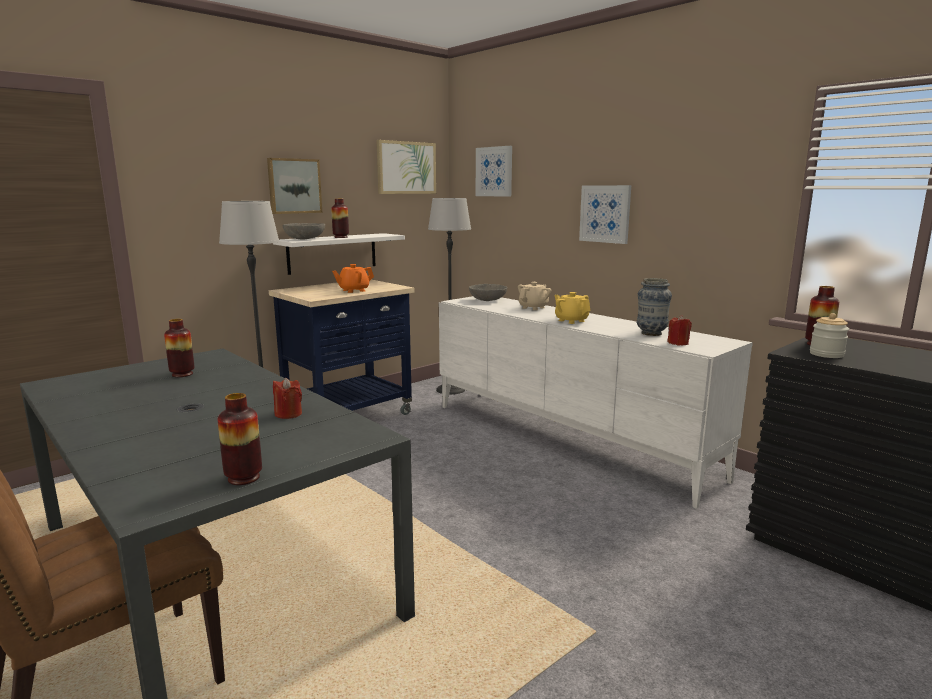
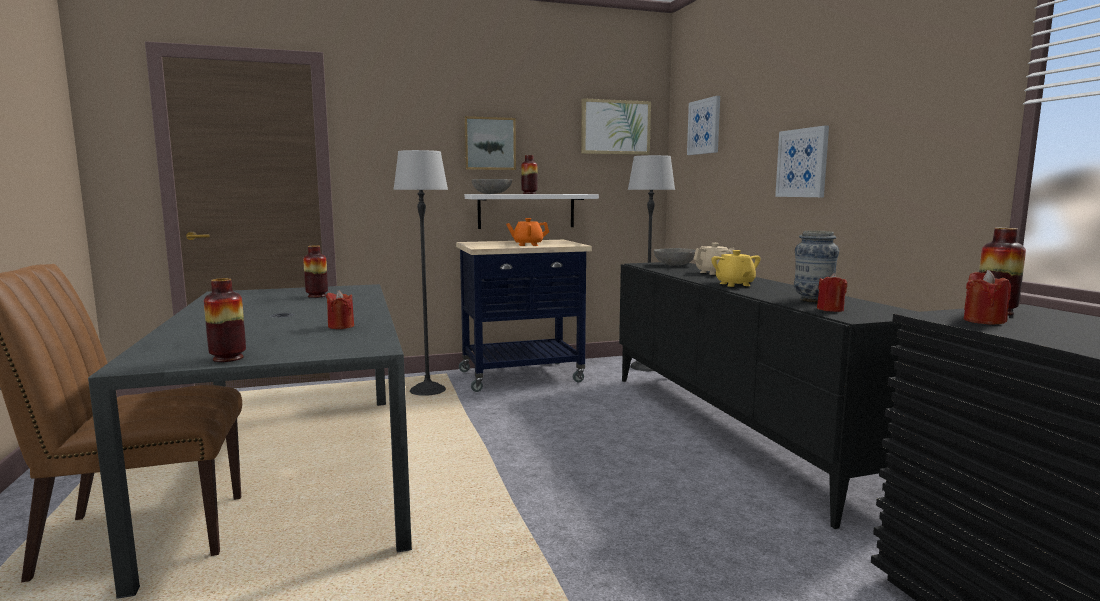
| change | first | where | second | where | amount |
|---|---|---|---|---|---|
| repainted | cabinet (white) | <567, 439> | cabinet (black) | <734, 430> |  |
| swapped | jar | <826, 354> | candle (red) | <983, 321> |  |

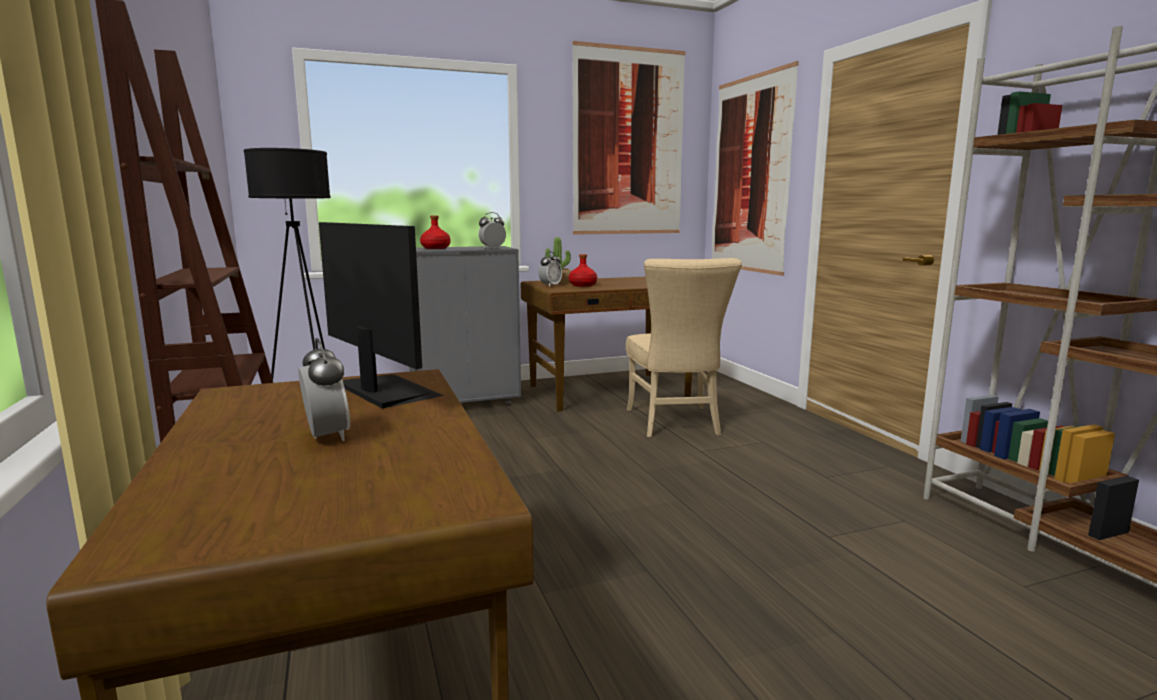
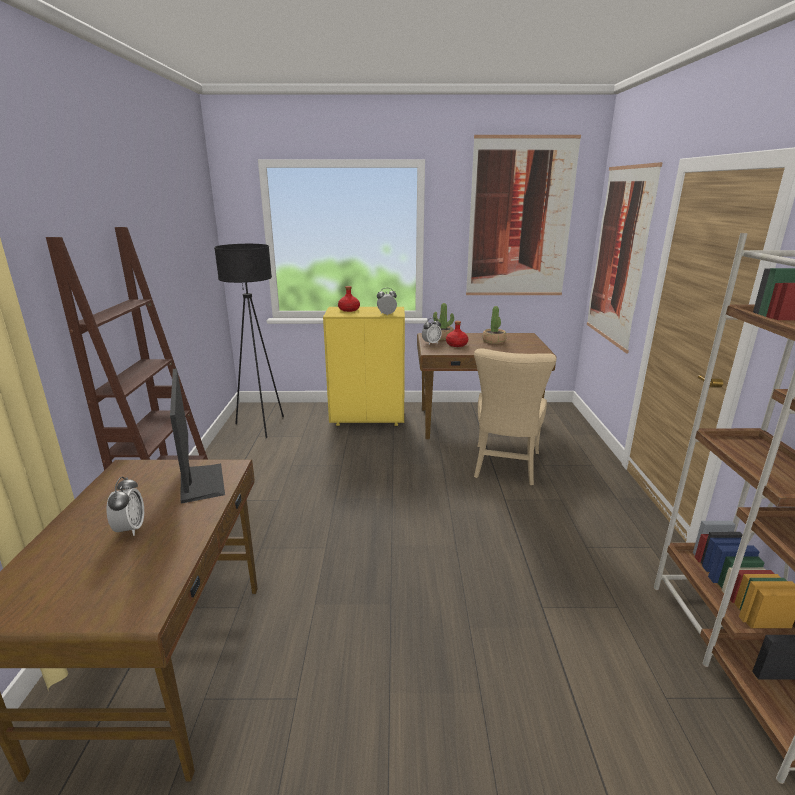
| change | first | where | second | where | amount |
|---|---|---|---|---|---|
| repainted | cabinet (grey) | <466, 401> | cabinet (yellow) | <368, 419> |  |
| new |  |  | potted plant | <494, 341> |  |

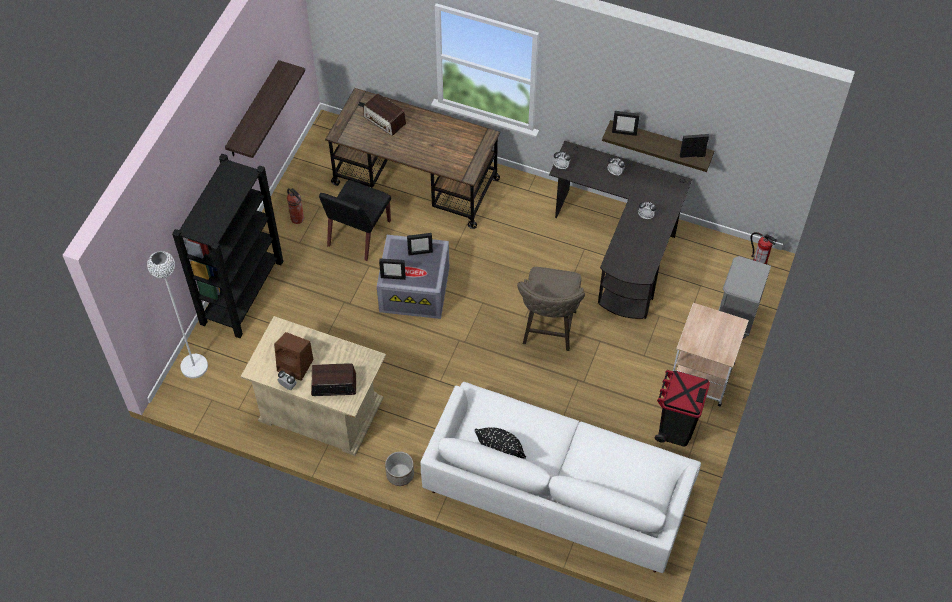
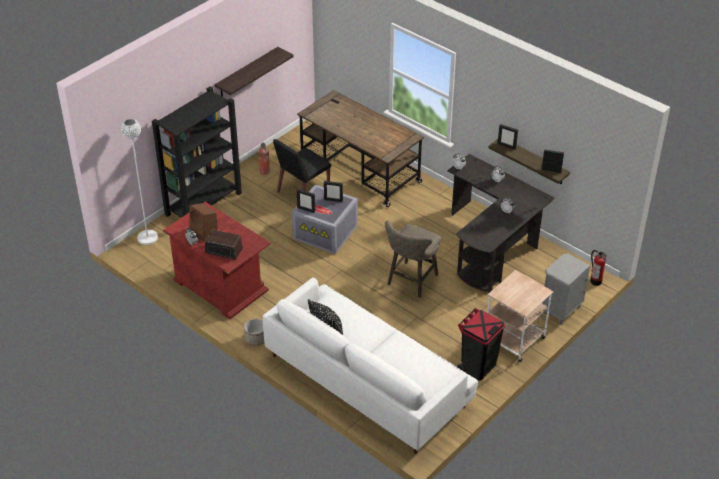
| change | first | where | second | where | amount |
|---|---|---|---|---|---|
| repainted | cabinet (beige) | <321, 408> | cabinet (red) | <221, 285> |  |
| gone | radio | <385, 120> |  |  |  |

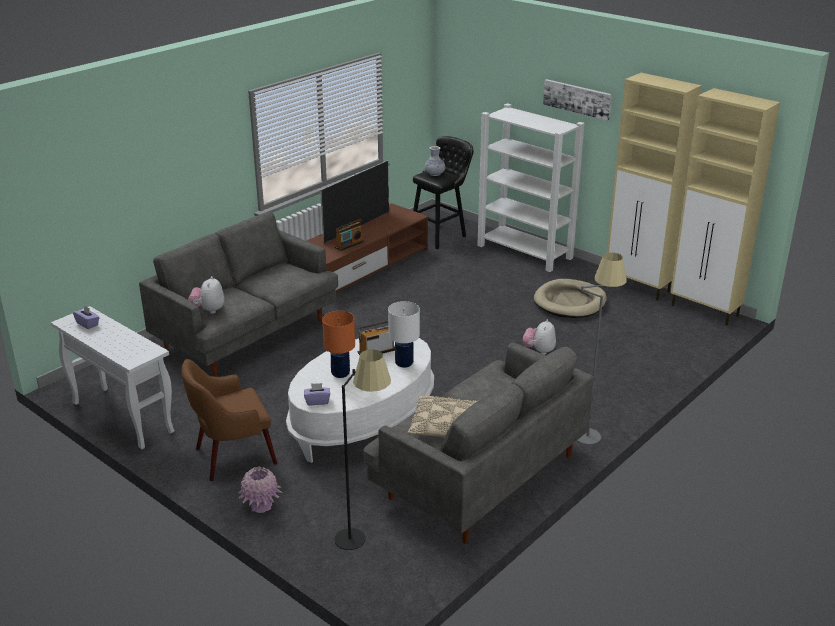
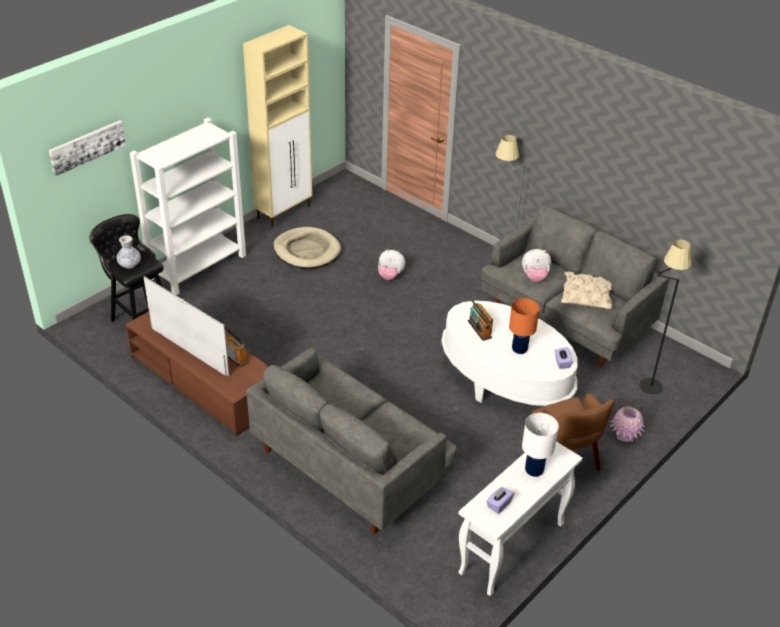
| change | first | where | second | where | amount |
|---|---|---|---|---|---|
| shifted | picture | <577, 99> |  | <87, 147> |  |
| shifted | plush toy | <208, 310> |  | <534, 277> |  |
| shifted | table lamp (white) | <404, 364> |  | <534, 471> |  |
| gone | cabinet (beige) | <705, 311> |  |  |  |

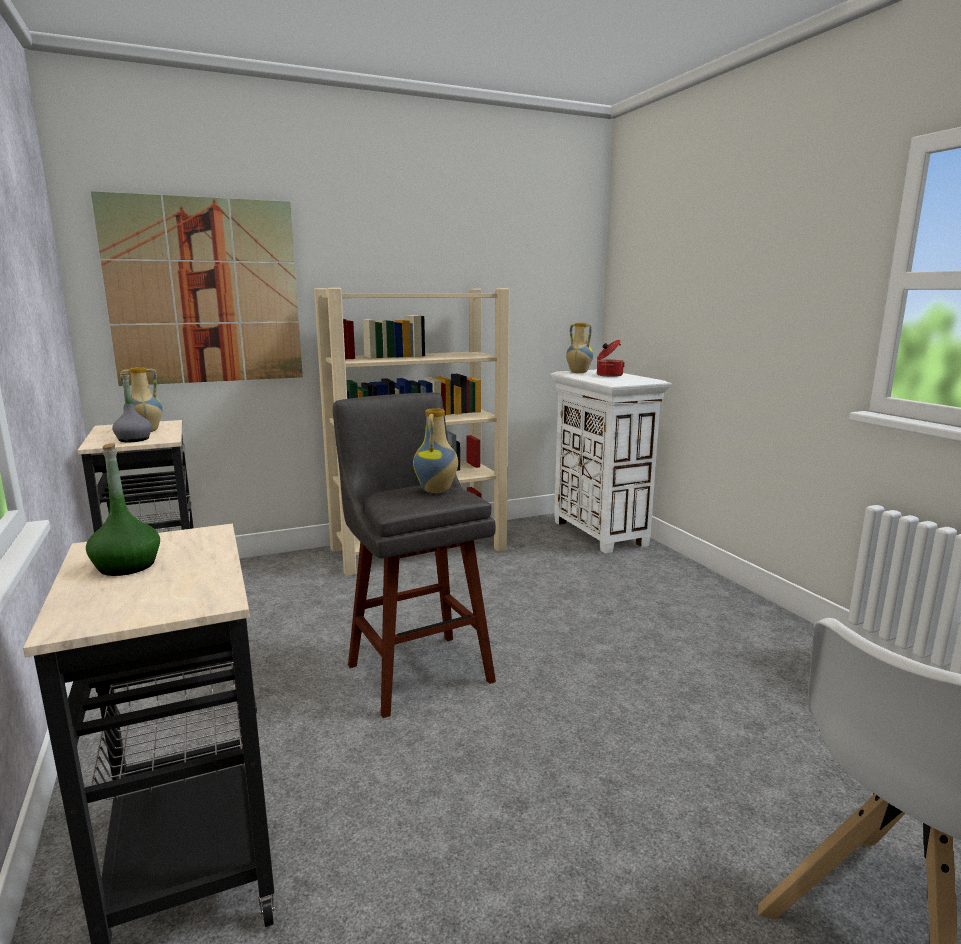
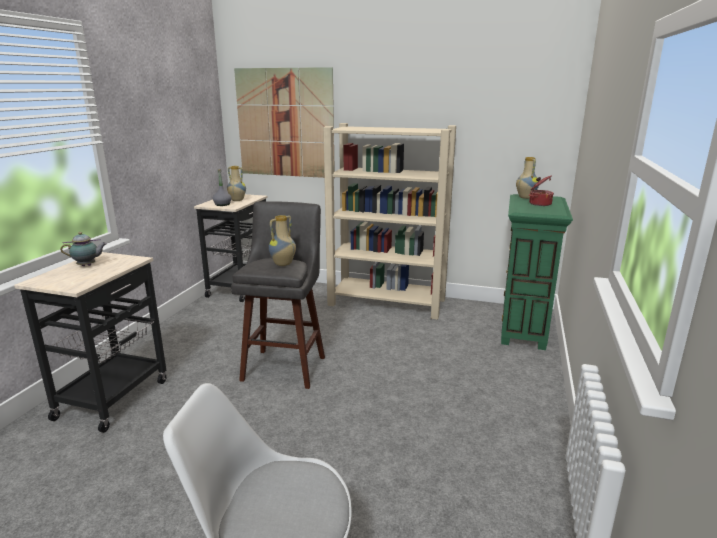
| change | first | where | second | where | amount |
|---|---|---|---|---|---|
| swapped | bottle (green) | <127, 566> | teapot | <88, 265> |  |
| repainted | cabinet (white) | <601, 533> | cabinet (green) | <524, 330> |  |

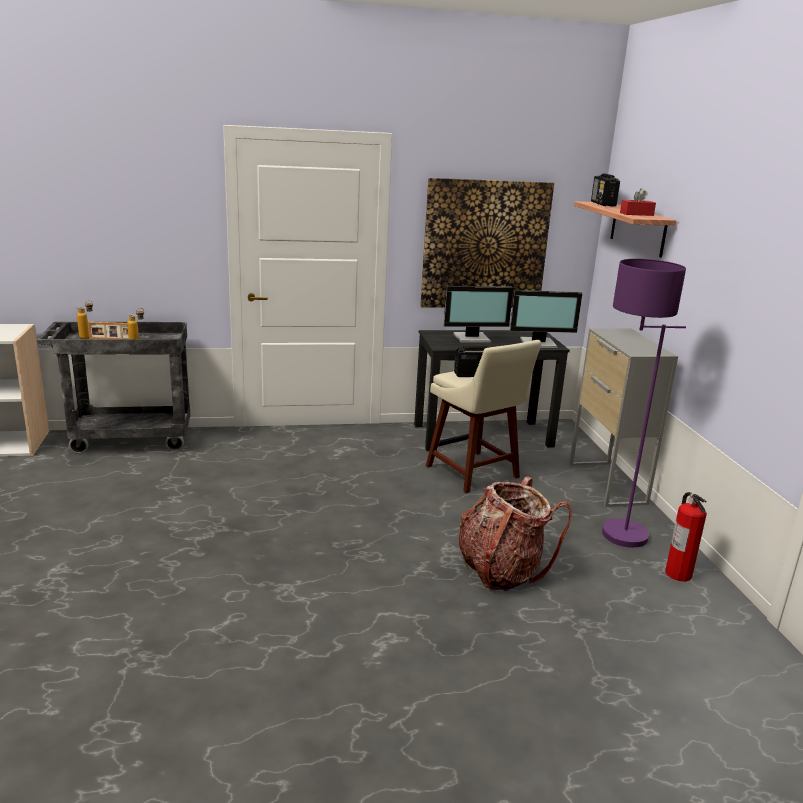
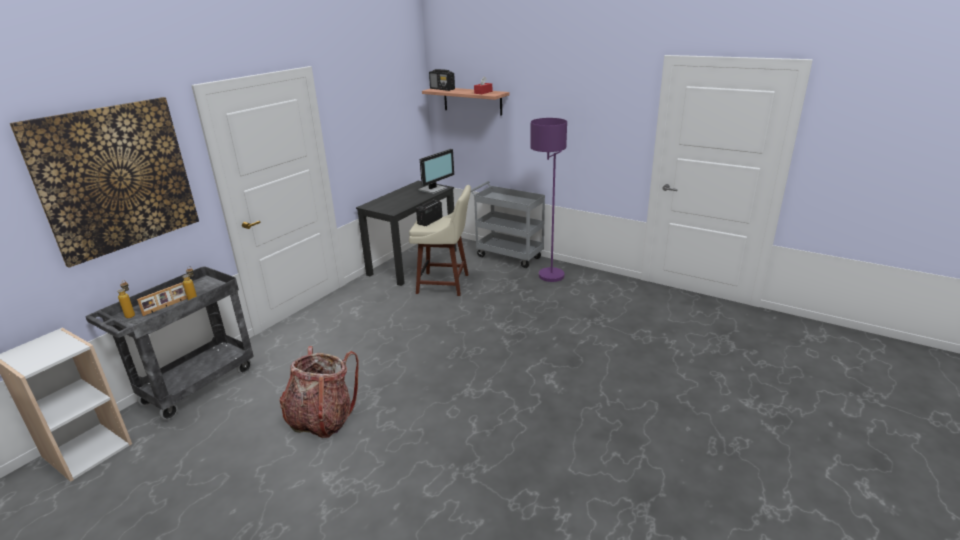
| change | first | where | second | where | amount |
|---|---|---|---|---|---|
| shifted | picture | <485, 245> |  | <116, 178> |  |
| shifted | backpack | <501, 570> |  | <322, 419> |  |
| swapped | cabinet (grey) | <606, 484> | cart (grey) | <507, 257> |  |
| gone | monitor | <472, 338> |  |  |  |
| gone | fire extinguisher | <678, 573> |  |  |  |

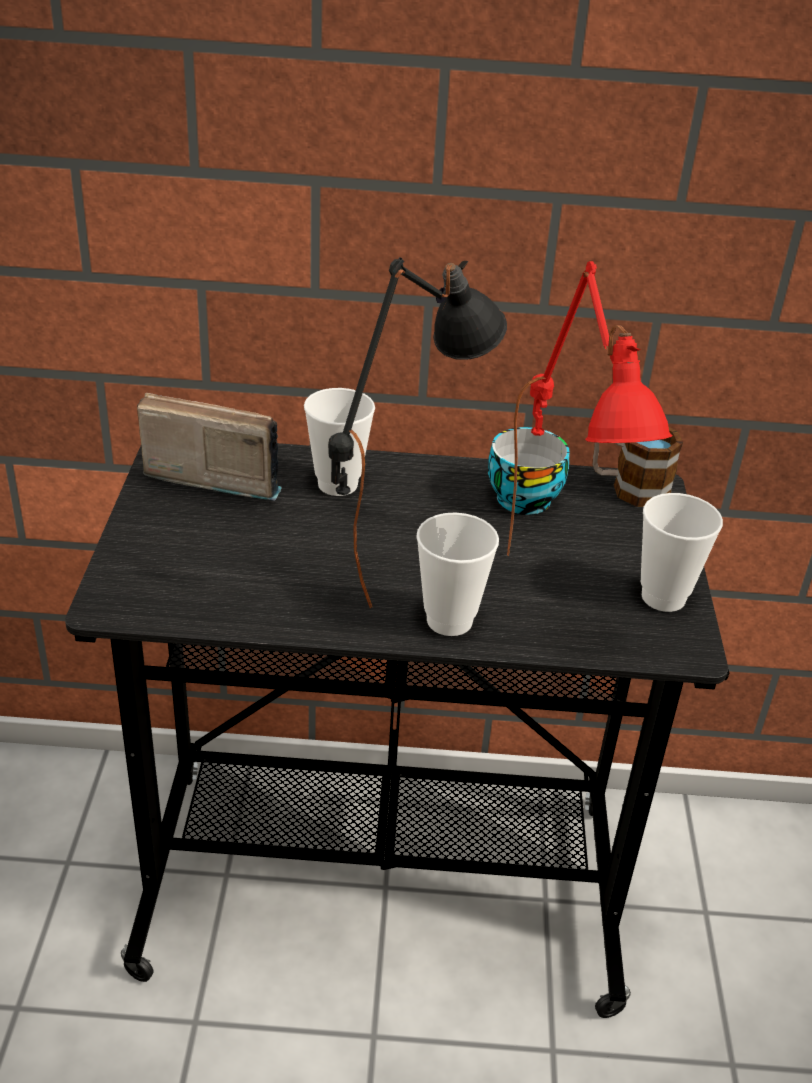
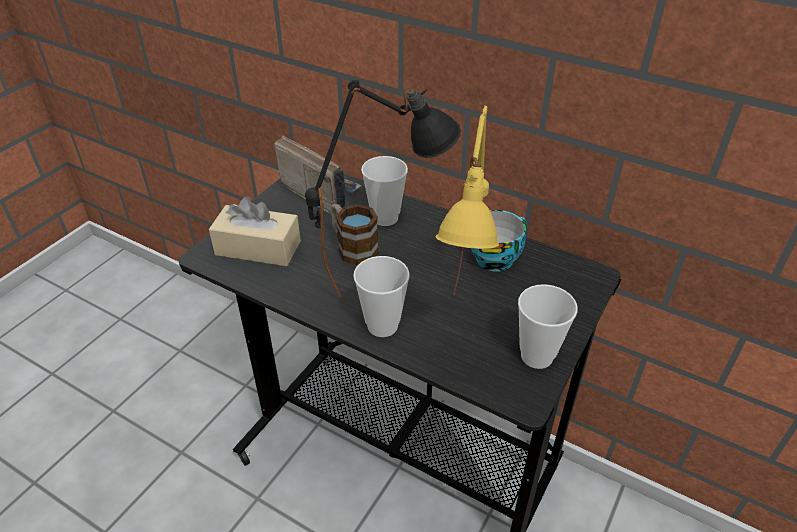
| change | first | where | second | where | amount |
|---|---|---|---|---|---|
| new |  |  | tissue box (beige) | <258, 248> |  |
| shifted | mug | <628, 488> |  | <352, 247> |  |
| repainted | table lamp (red) | <558, 597> | table lamp (yellow) | <464, 333> |  |

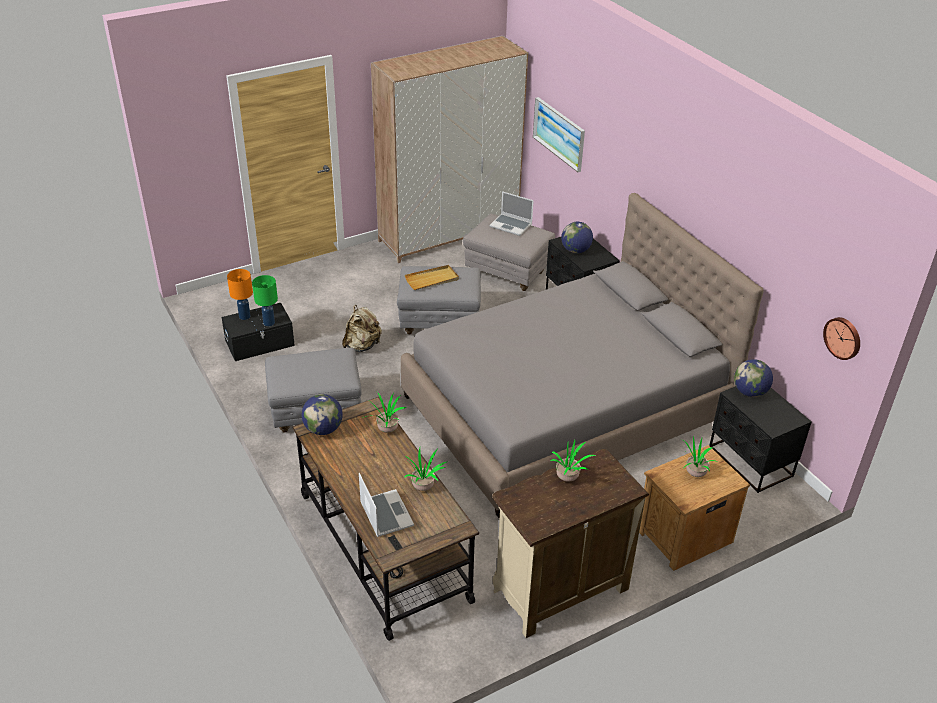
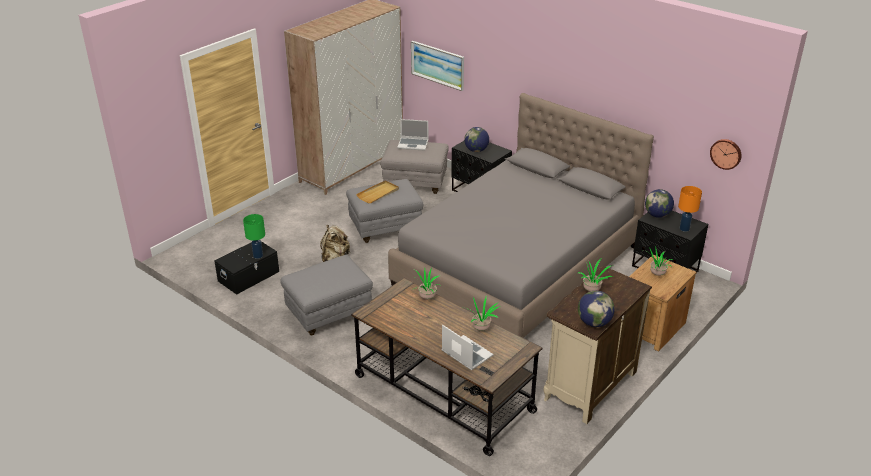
| change | first | where | second | where | amount |
|---|---|---|---|---|---|
| shifted | globe | <323, 429> |  | <594, 322> |  |
| shifted | table lamp (orange) | <244, 316> |  | <684, 228> |  |

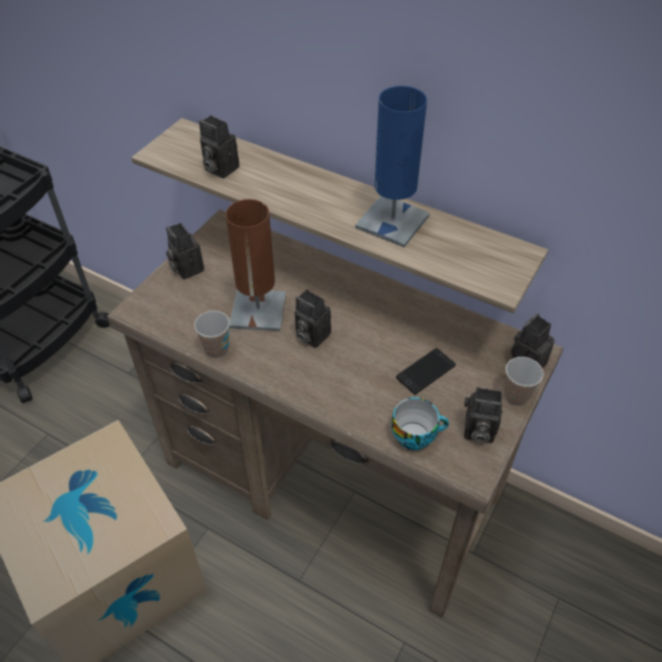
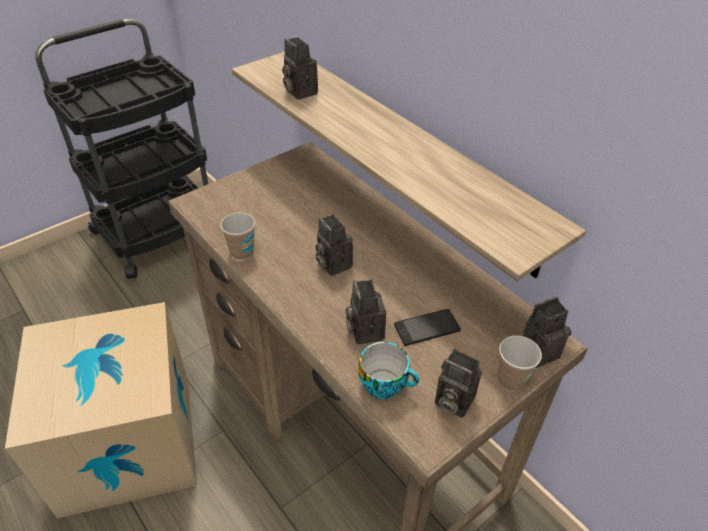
| change | first | where | second | where | amount |
|---|---|---|---|---|---|
| shifted | photo camera | <186, 268> |  | <364, 330> |  |
| gone | table lamp (brown) | <258, 311> |  |  |  |
| gone | table lamp (blue) | <392, 221> |  |  |  |

